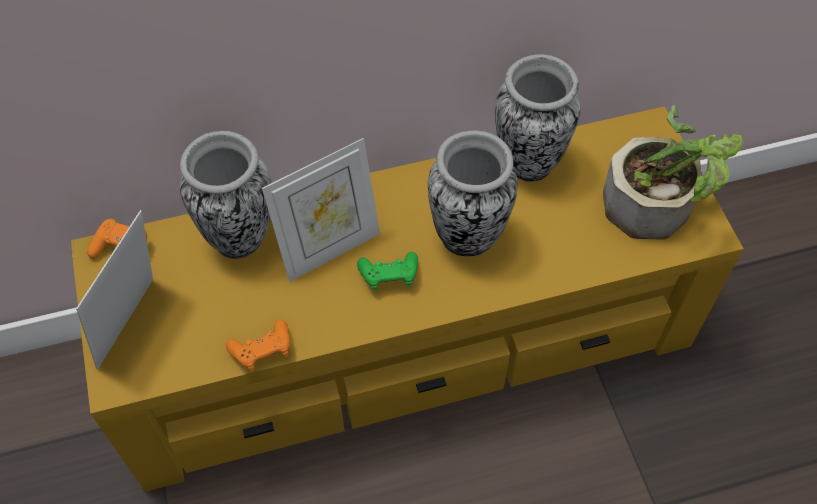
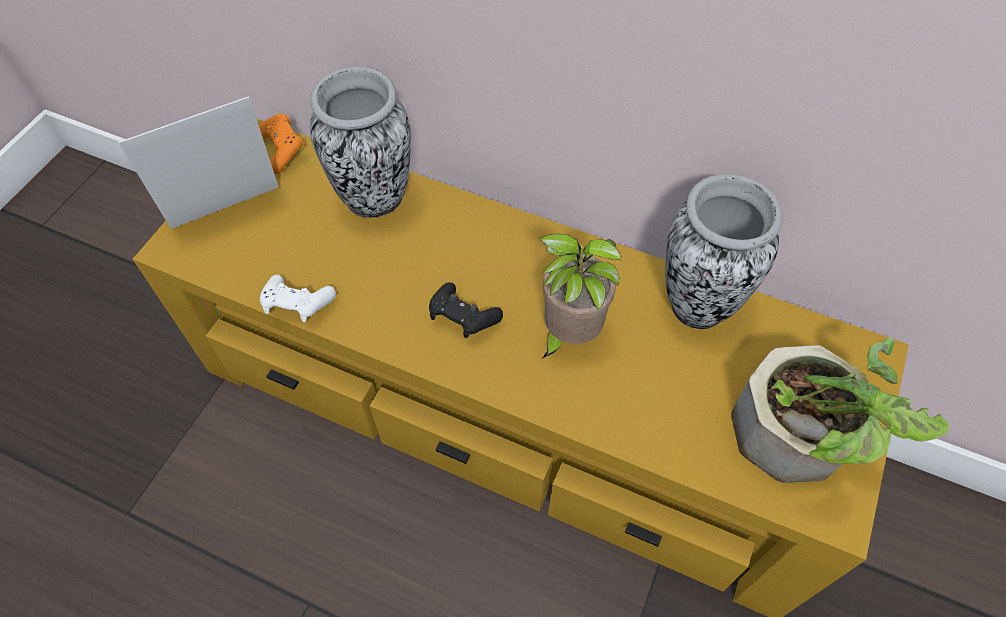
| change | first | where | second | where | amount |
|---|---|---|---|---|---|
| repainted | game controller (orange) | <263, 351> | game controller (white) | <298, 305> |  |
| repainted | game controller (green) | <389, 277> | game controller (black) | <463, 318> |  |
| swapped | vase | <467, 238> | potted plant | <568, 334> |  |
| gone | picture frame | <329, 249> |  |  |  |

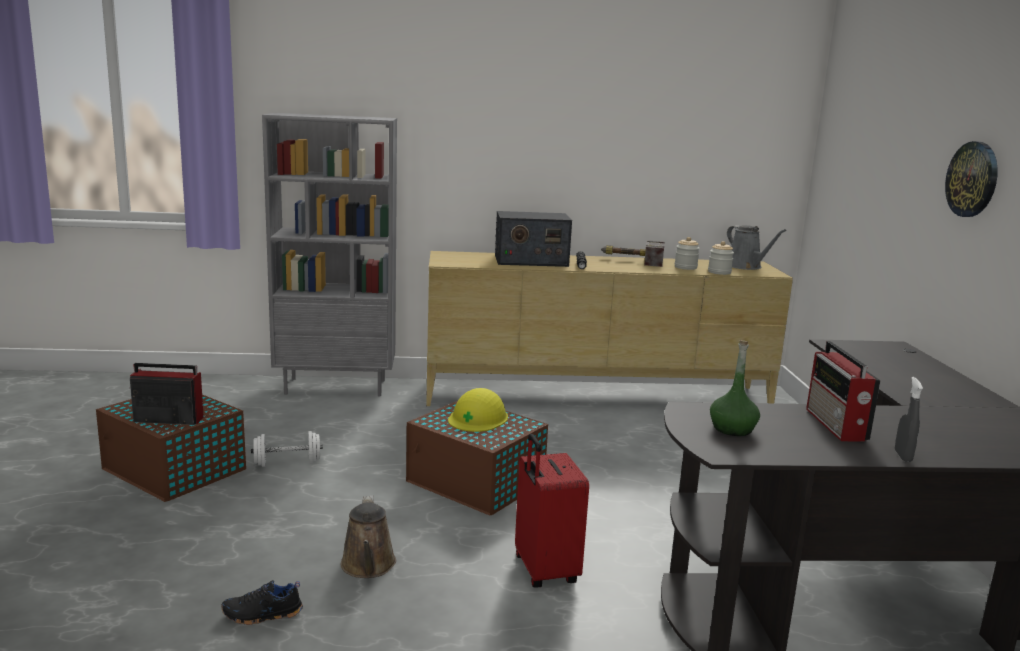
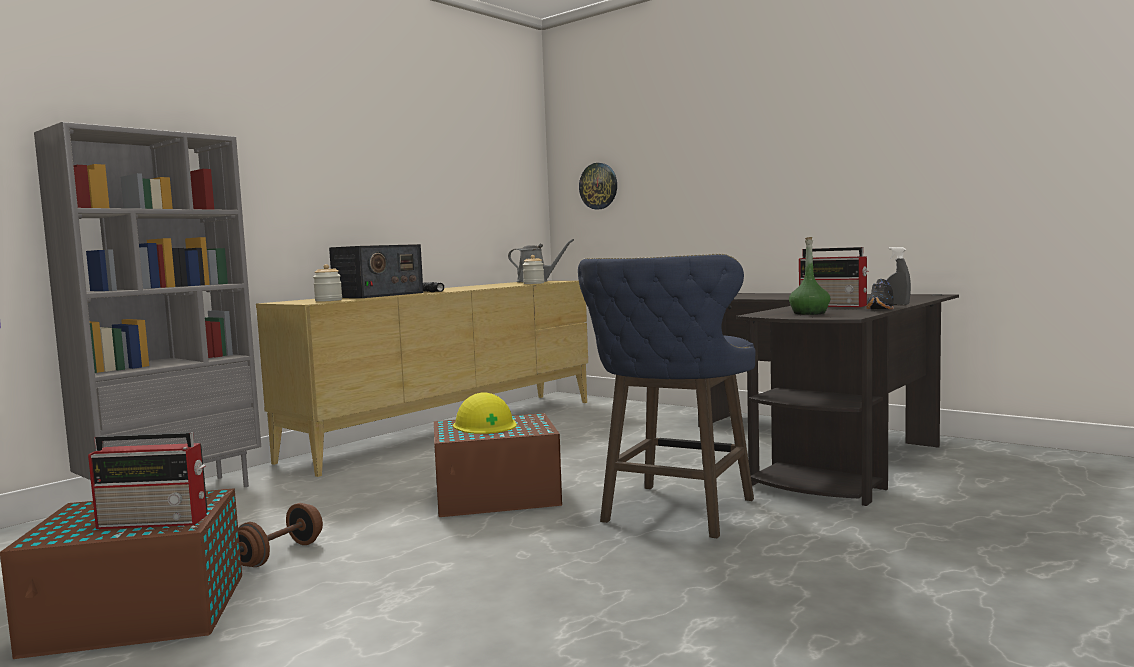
| change | first | where | second | where | amount |
|---|---|---|---|---|---|
| rotated | radio | <167, 419> |  | <156, 521> | 135 degrees counterclockwise |
| repainted | dumbbell (white) | <287, 463> | dumbbell (brown) | <279, 555> |  |
| shifted | jar | <685, 267> |  | <328, 300> |  |
| swapped | suitcase (red) | <544, 571> | stool (blue) | <675, 512> |  |
| shifted | wall clock | <972, 179> |  | <598, 186> |  |
| shifted | shoe (black) | <262, 615> |  | <882, 308> |  |
| gone | watering can (brown) | <368, 566> |  |  |  |
| gone | hammer | <631, 260> |  |  |  |

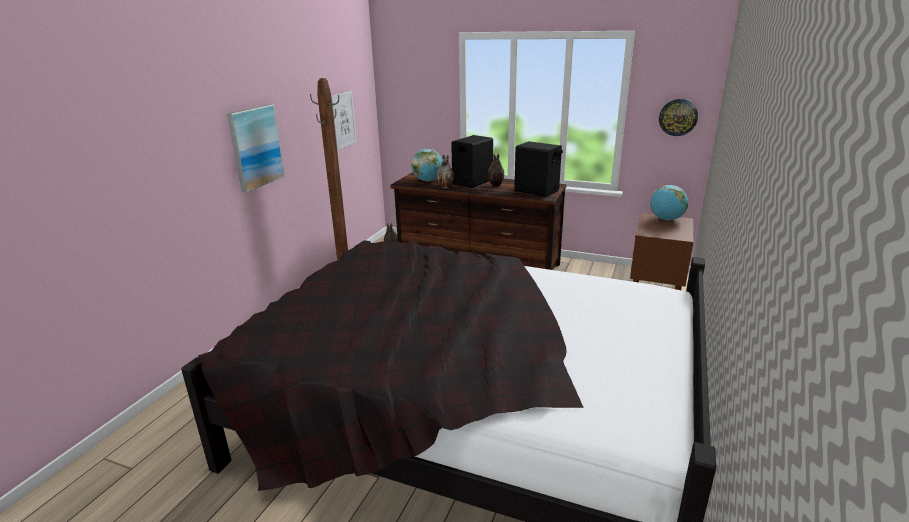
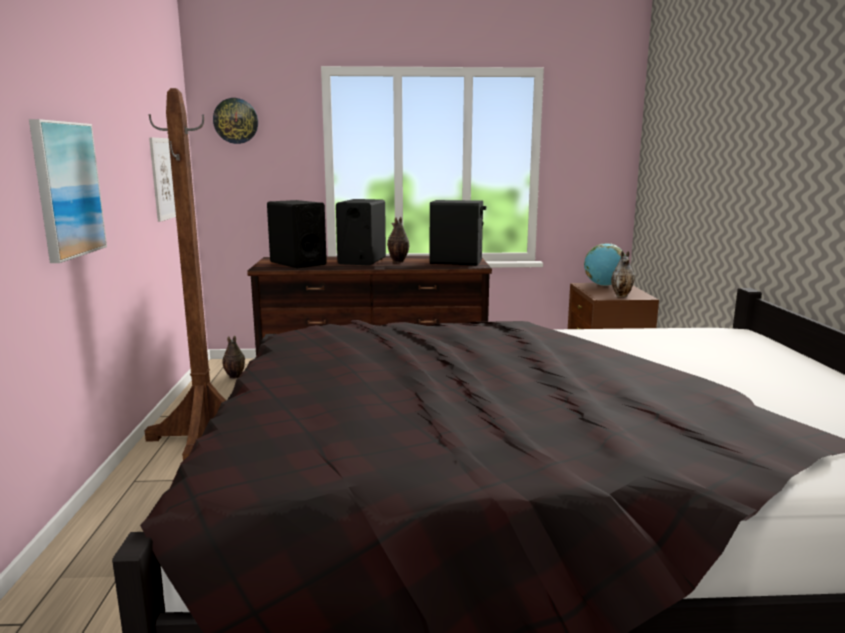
| change | first | where | second | where | amount |
|---|---|---|---|---|---|
| shifted | wall clock | <678, 117> |  | <236, 121> |  |
| swapped | globe | <427, 180> | speaker (black) | <297, 263> |  |
| shifted | vase | <446, 187> |  | <622, 295> |  |

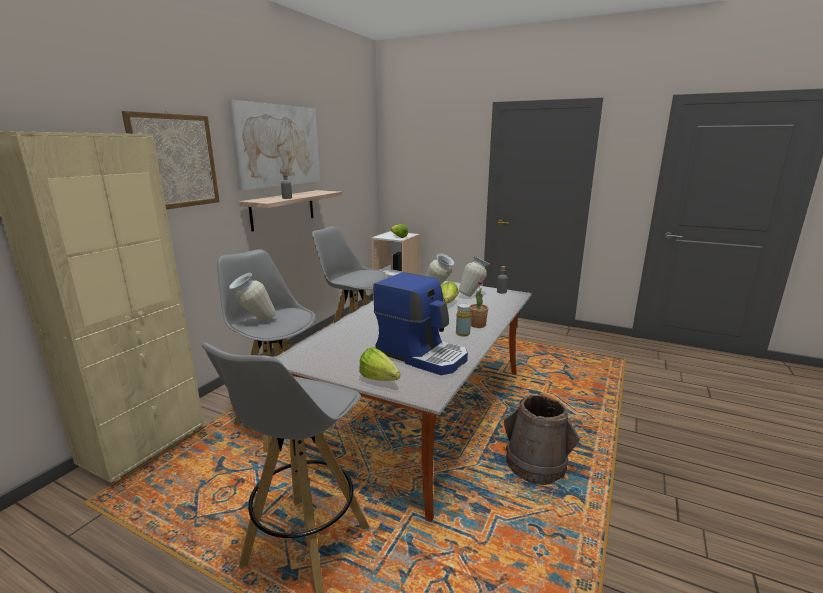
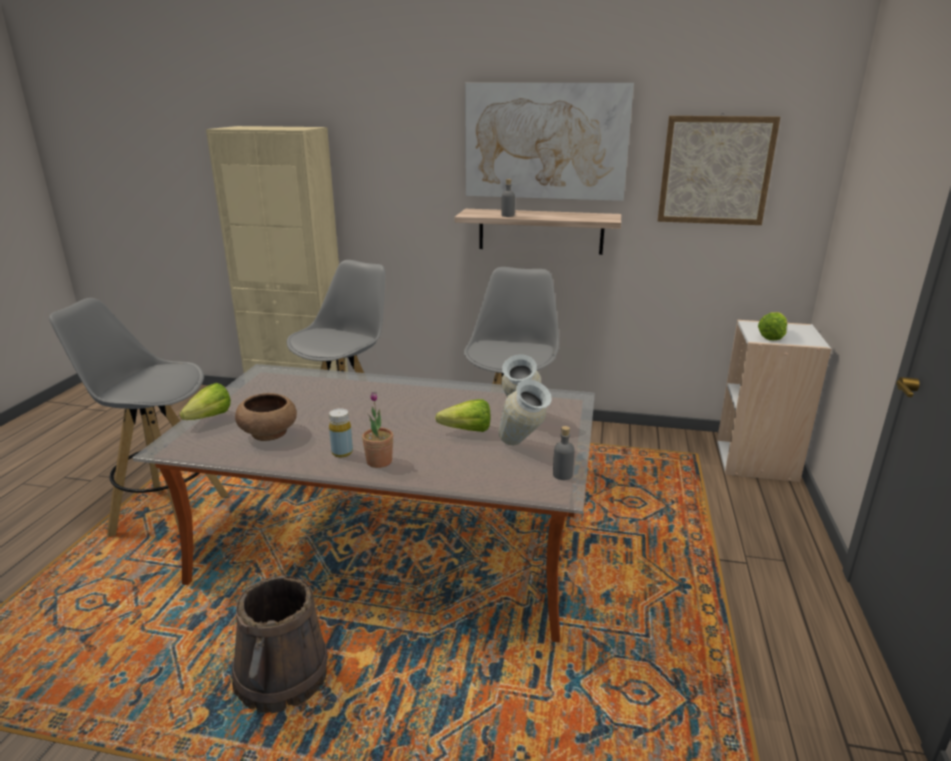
| change | first | where | second | where | amount |
|---|---|---|---|---|---|
| swapped | coffee machine | <422, 355> | bowl (brown) | <269, 433> |  |
| shifted | picture | <174, 160> |  | <716, 169> |  |
| gone | vase | <254, 322> |  |  |  |

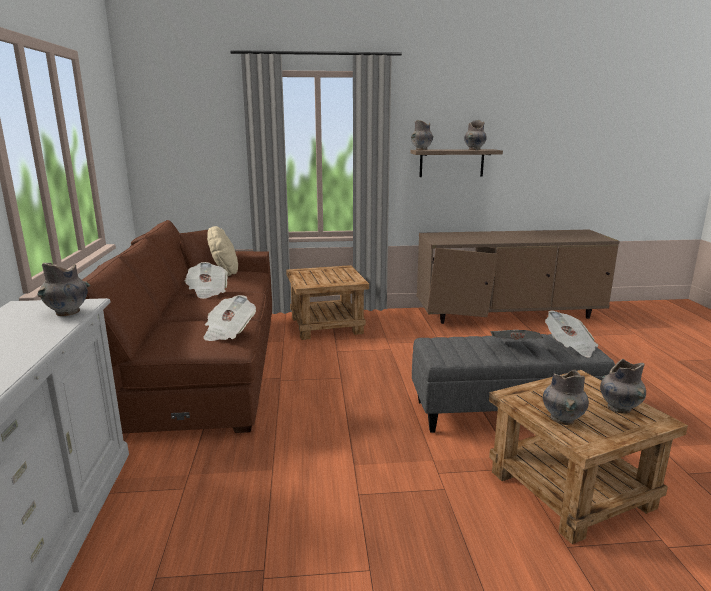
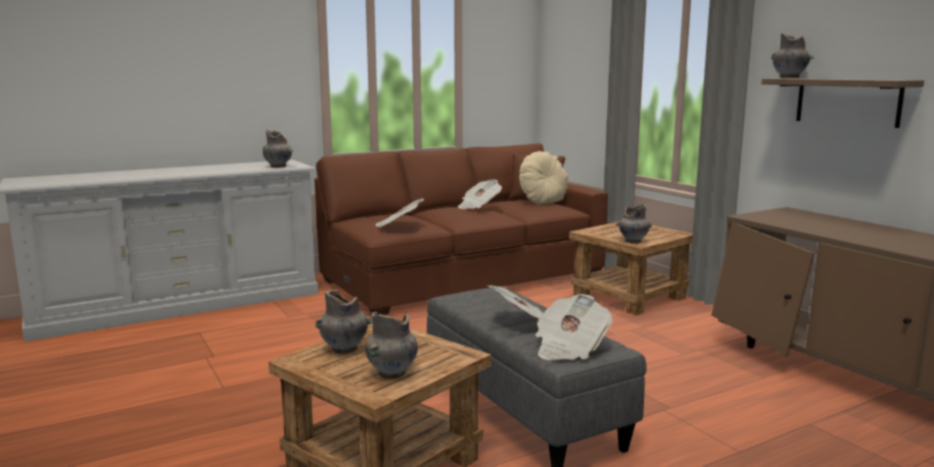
| change | first | where | second | where | amount |
|---|---|---|---|---|---|
| shifted | vase (grey) | <474, 150> |  | <632, 241> |  |

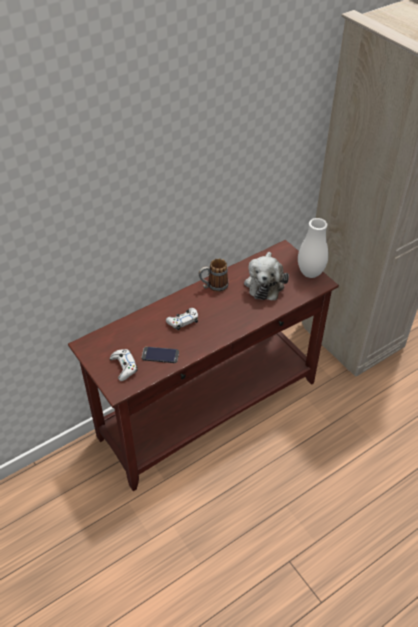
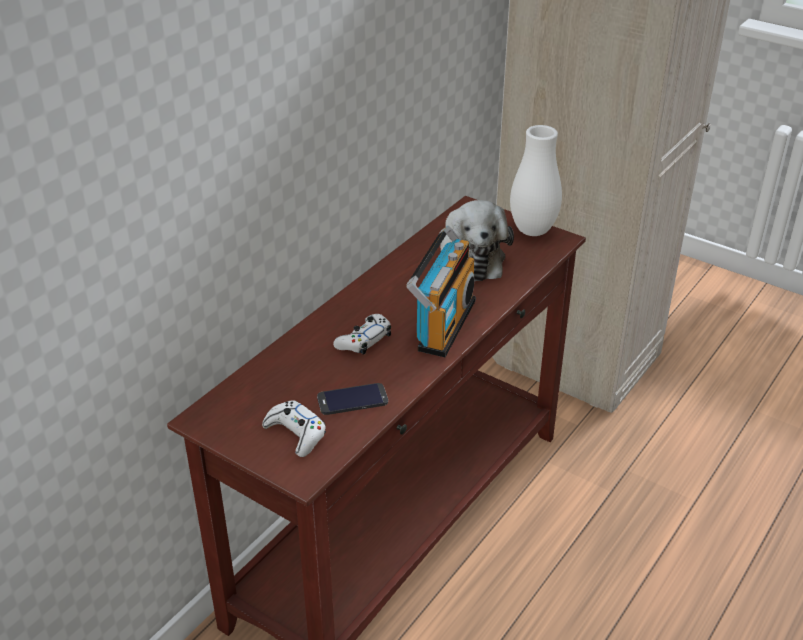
| change | first | where | second | where | amount |
|---|---|---|---|---|---|
| new |  |  | radio | <442, 324> |  |
| gone | mug | <213, 286> |  |  |  |

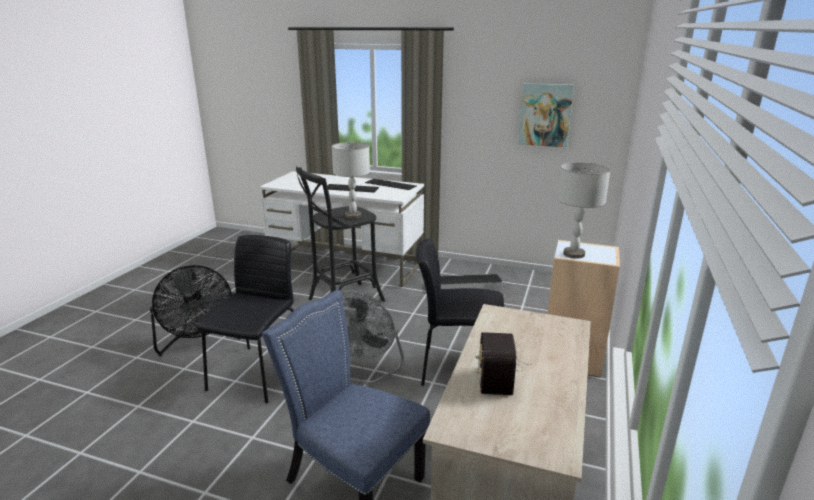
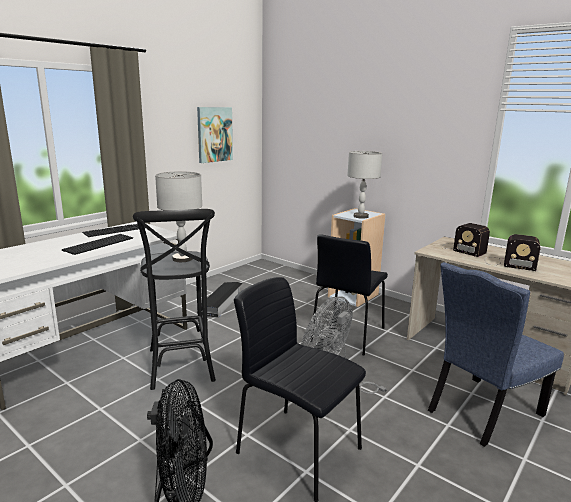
| change | first | where | second | where | amount |
|---|---|---|---|---|---|
| new |  |  | radio | <461, 249> |  |

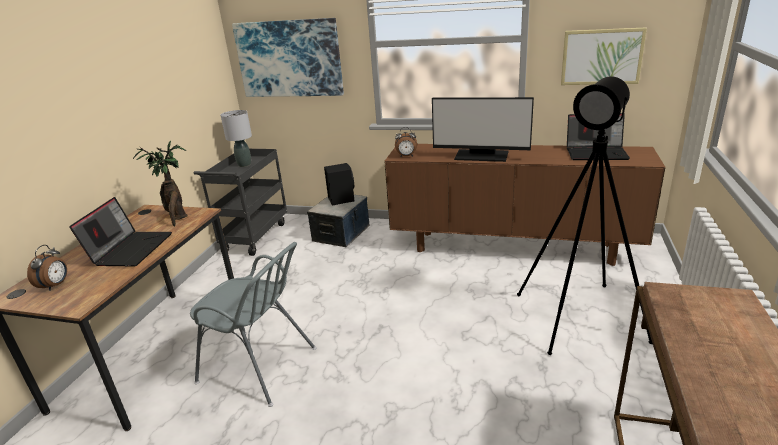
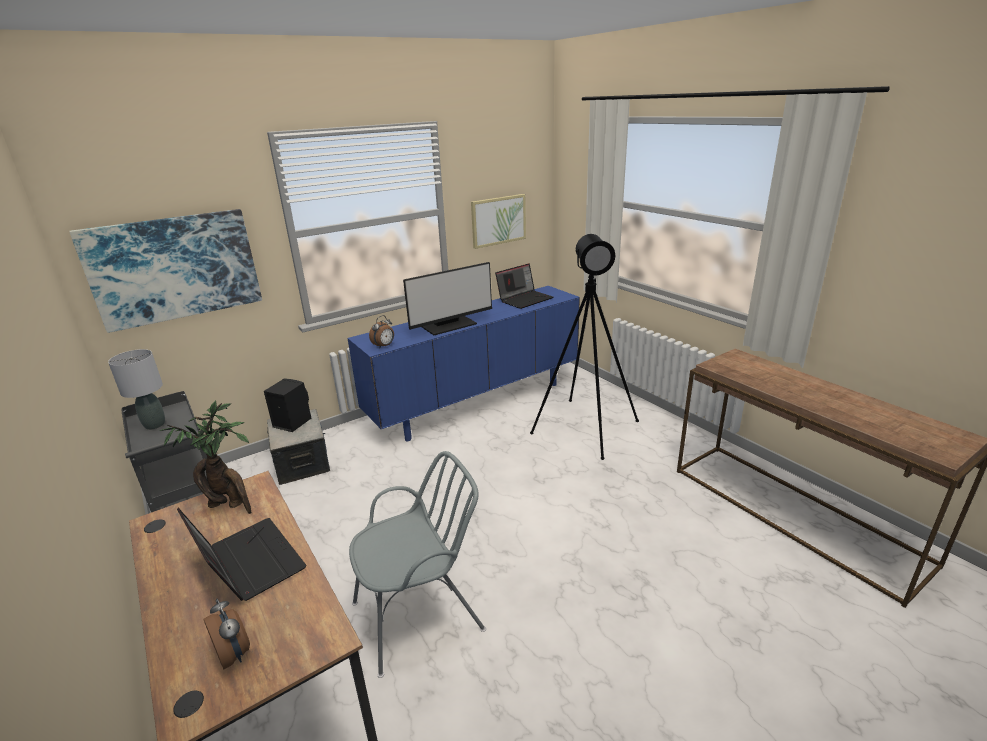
| change | first | where | second | where | amount |
|---|---|---|---|---|---|
| repainted | cabinet (brown) | <512, 247> | cabinet (blue) | <476, 402> |  |

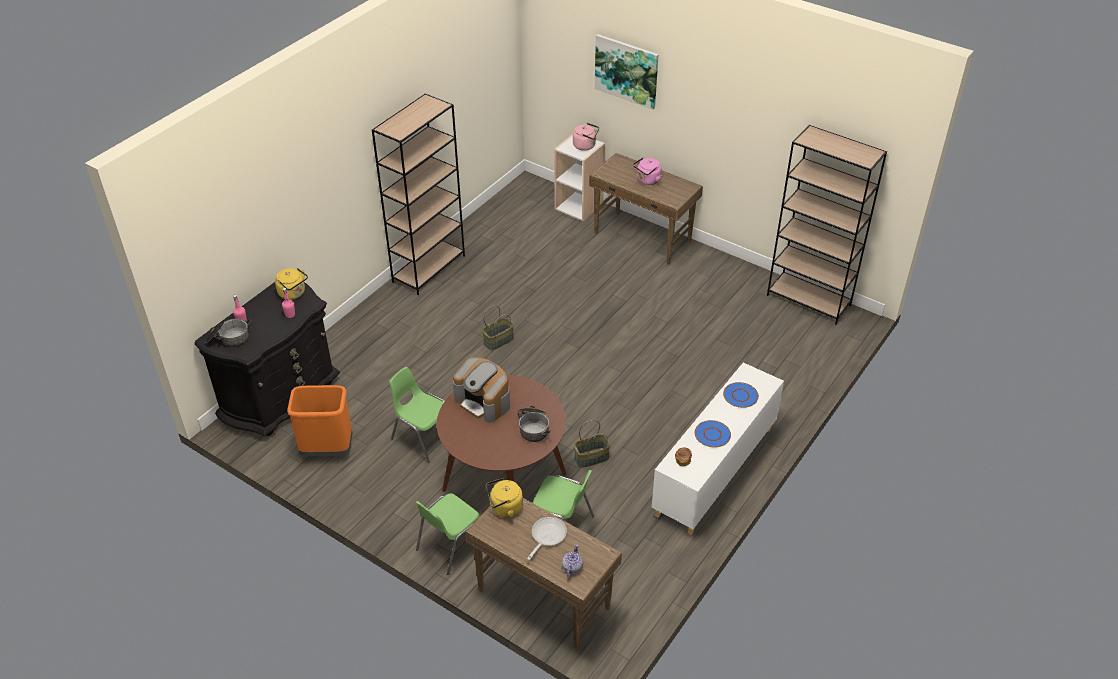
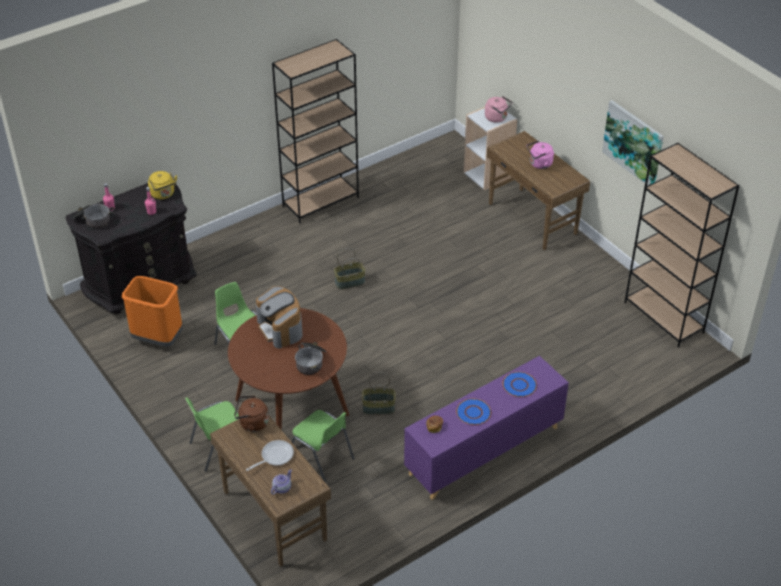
| change | first | where | second | where | amount |
|---|---|---|---|---|---|
| repainted | kettle (yellow) | <504, 508> | kettle (brown) | <252, 423> |  |
| repainted | cabinet (white) | <714, 471> | cabinet (purple) | <484, 451> |  |
| shifted | picture | <626, 71> |  | <633, 143> |  |

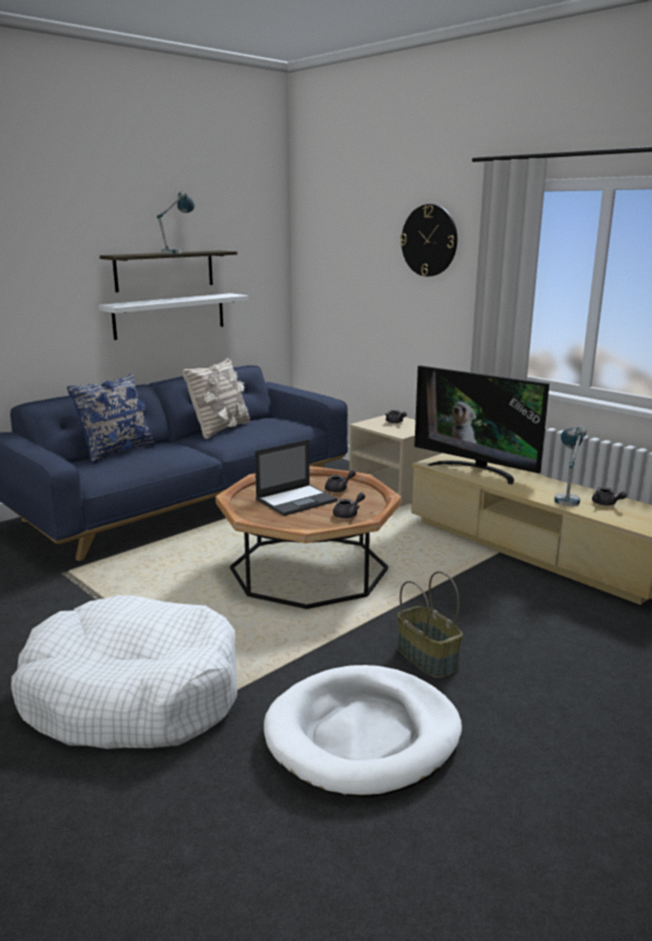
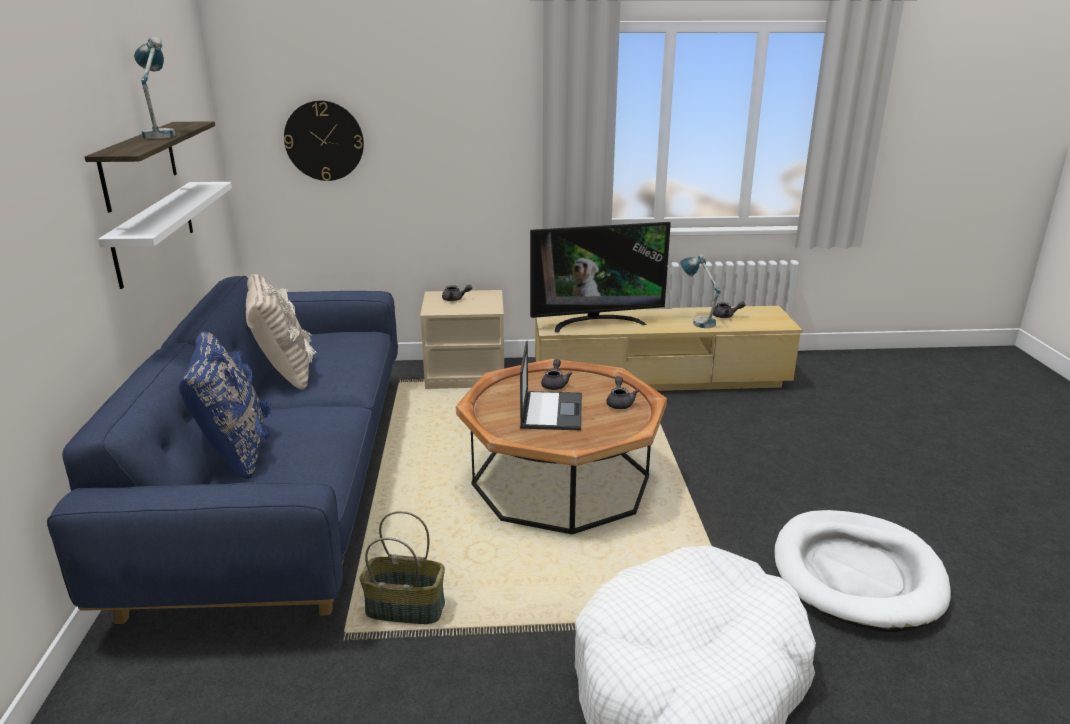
| change | first | where | second | where | amount |
|---|---|---|---|---|---|
| shifted | wall clock | <429, 240> |  | <324, 141> |  |
| shifted | basket | <428, 658> |  | <406, 608> |  |

